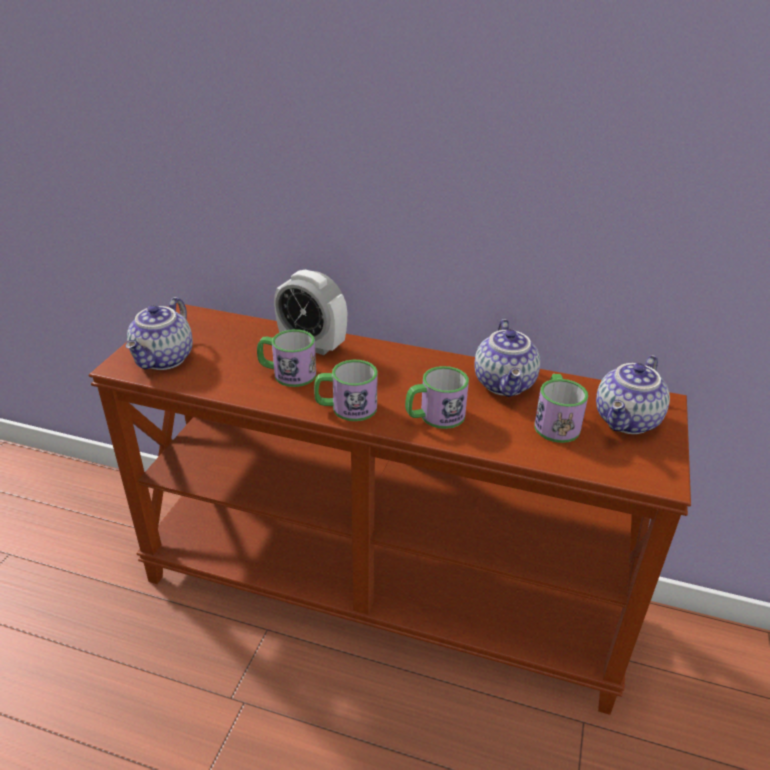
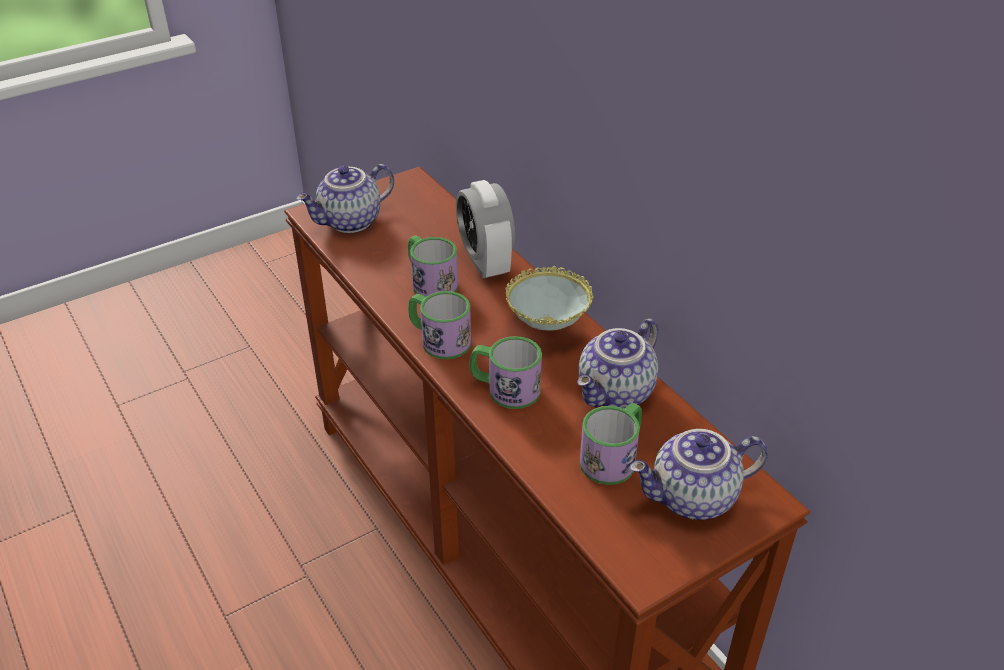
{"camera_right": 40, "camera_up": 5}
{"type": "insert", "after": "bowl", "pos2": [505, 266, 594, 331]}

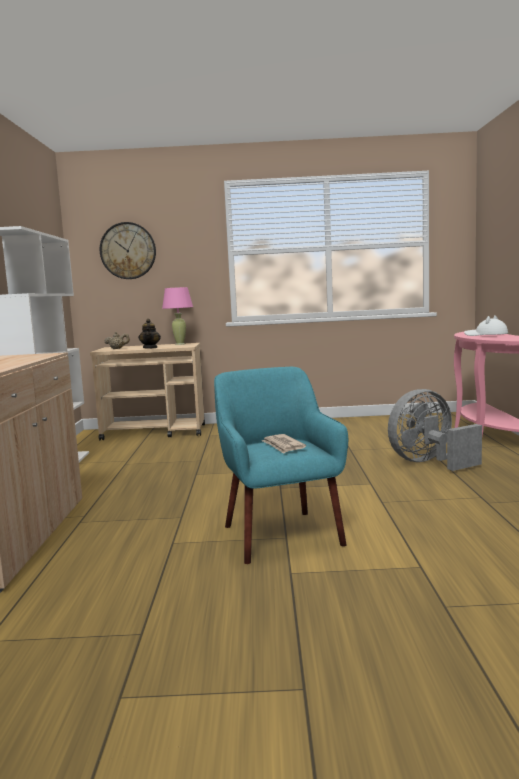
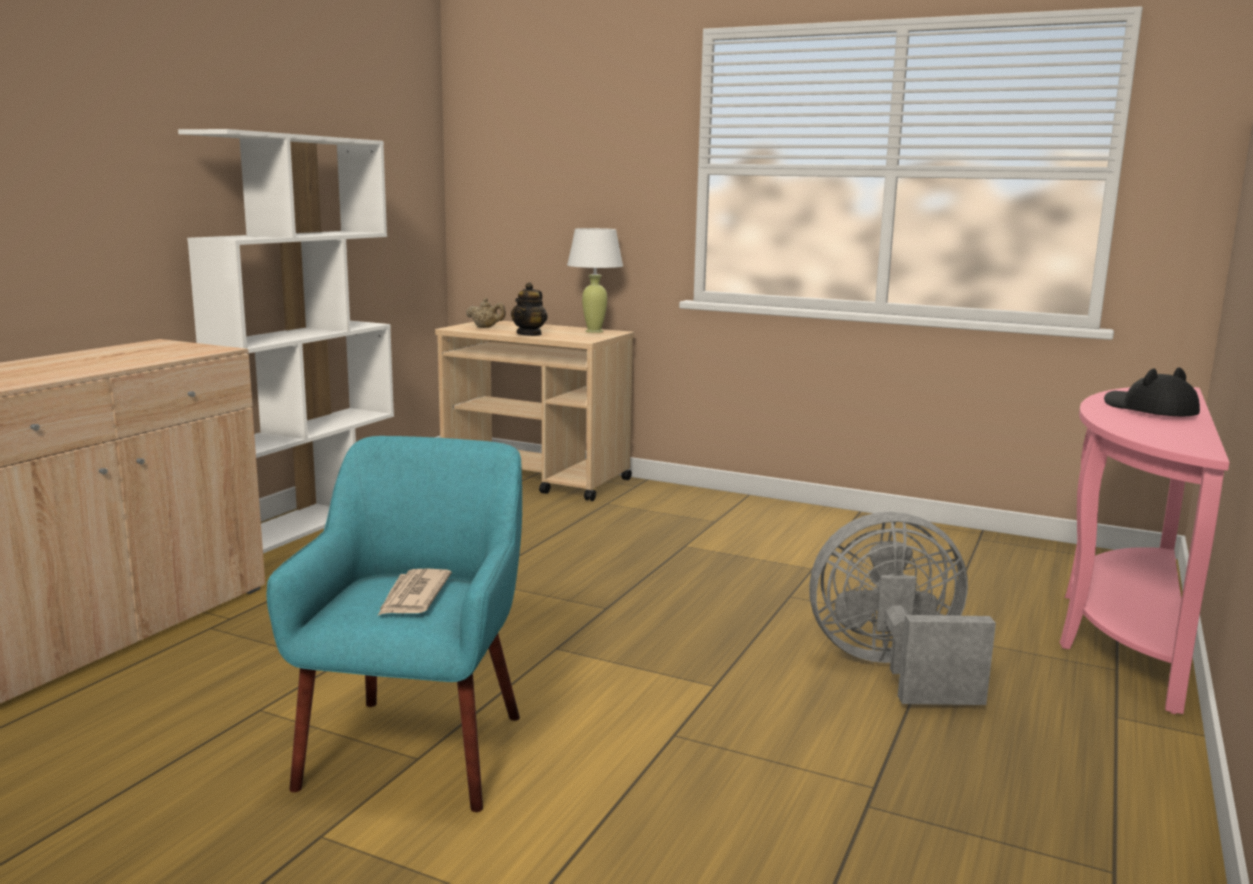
{"camera_right": 25, "camera_up": 5}
{"type": "recolor", "before": "pink table lamp", "after": "white table lamp", "pos1": [162, 287, 193, 345], "pos2": [567, 228, 623, 333]}
{"type": "recolor", "before": "white hat", "after": "black hat", "pos1": [464, 315, 508, 336], "pos2": [1104, 367, 1200, 416]}
{"type": "delete", "before": "wall clock", "pos1": [100, 222, 156, 279]}

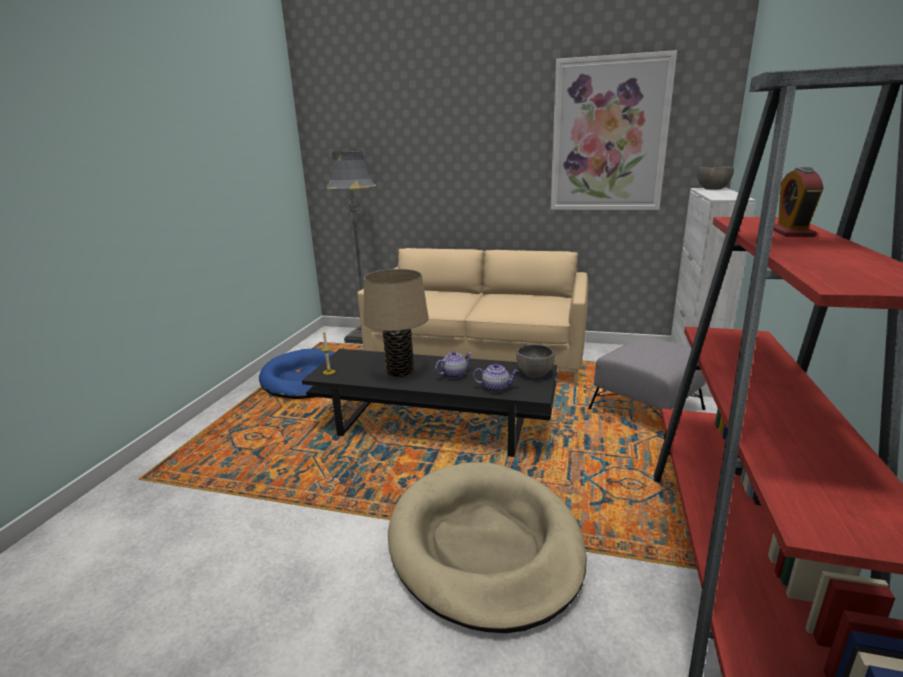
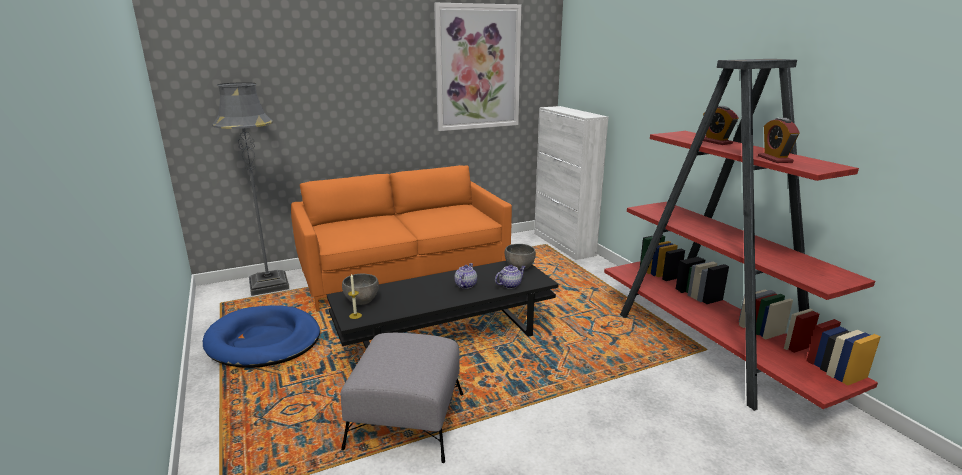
{"camera_right": -40, "camera_up": 0}
{"type": "recolor", "before": "beige sofa", "after": "orange sofa", "pos1": [357, 248, 588, 386], "pos2": [291, 165, 512, 312]}
{"type": "move", "before": "grey ottoman", "pos1": [588, 337, 706, 439], "pos2": [340, 333, 464, 463]}
{"type": "move", "before": "grey bowl", "pos1": [697, 166, 734, 190], "pos2": [342, 274, 379, 305]}
{"type": "insert", "after": "alarm clock", "pos2": [758, 118, 800, 163]}
{"type": "delete", "before": "beige table lamp", "pos1": [364, 269, 429, 377]}
{"type": "delete", "before": "beige dog bed", "pos1": [388, 462, 587, 633]}

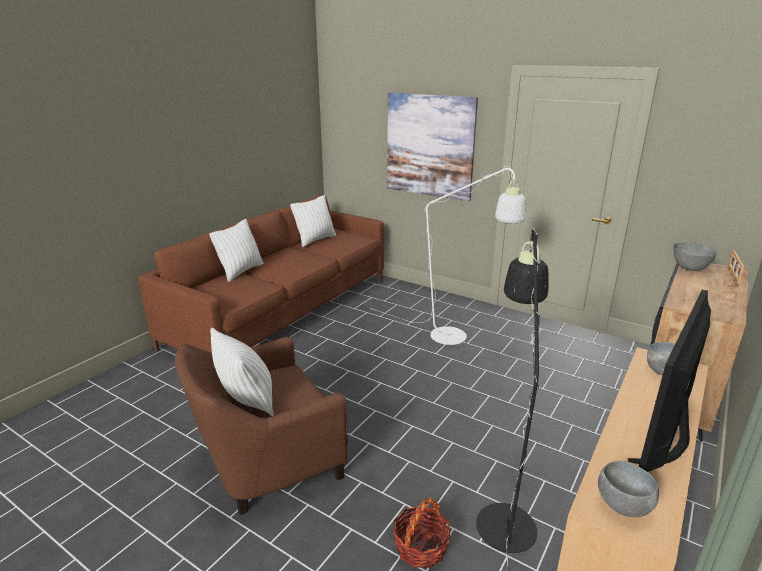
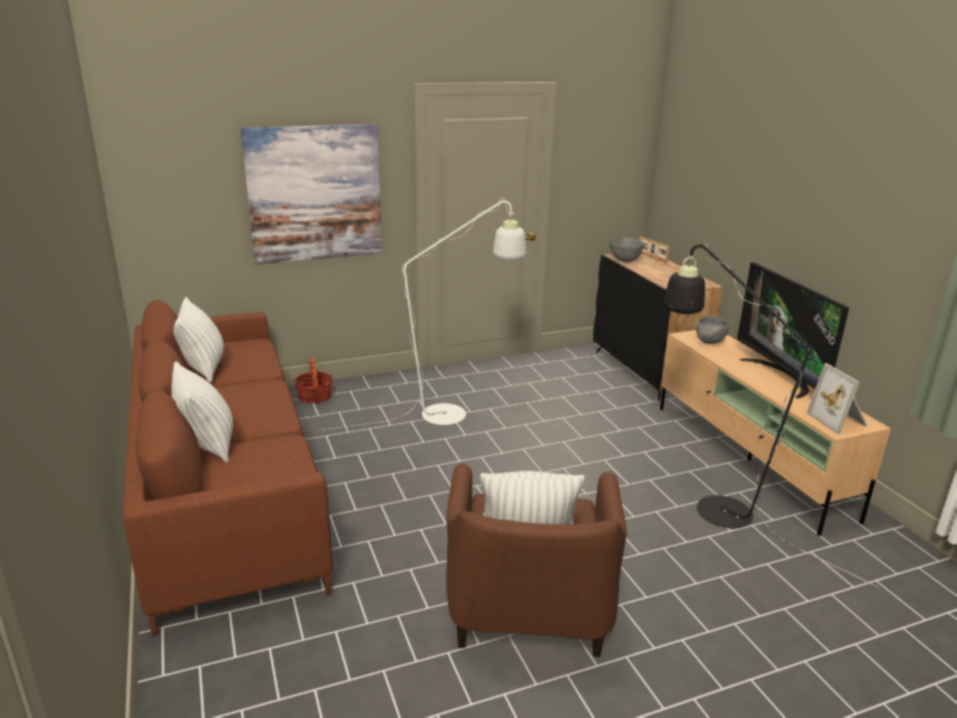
{"camera_right": -55, "camera_up": 0}
{"type": "move", "before": "basket", "pos1": [393, 497, 451, 568], "pos2": [294, 358, 333, 403]}
{"type": "replace", "before": "grey bowl", "after": "picture frame", "pos1": [598, 461, 659, 517], "pos2": [807, 363, 867, 434]}

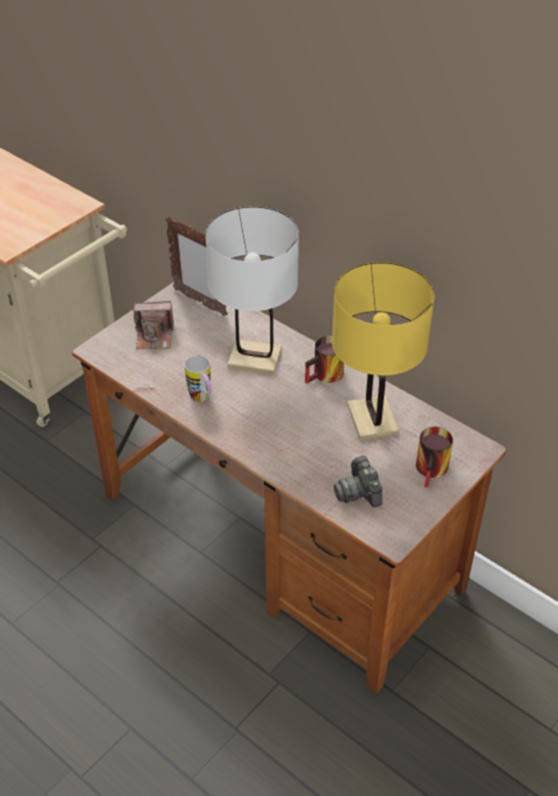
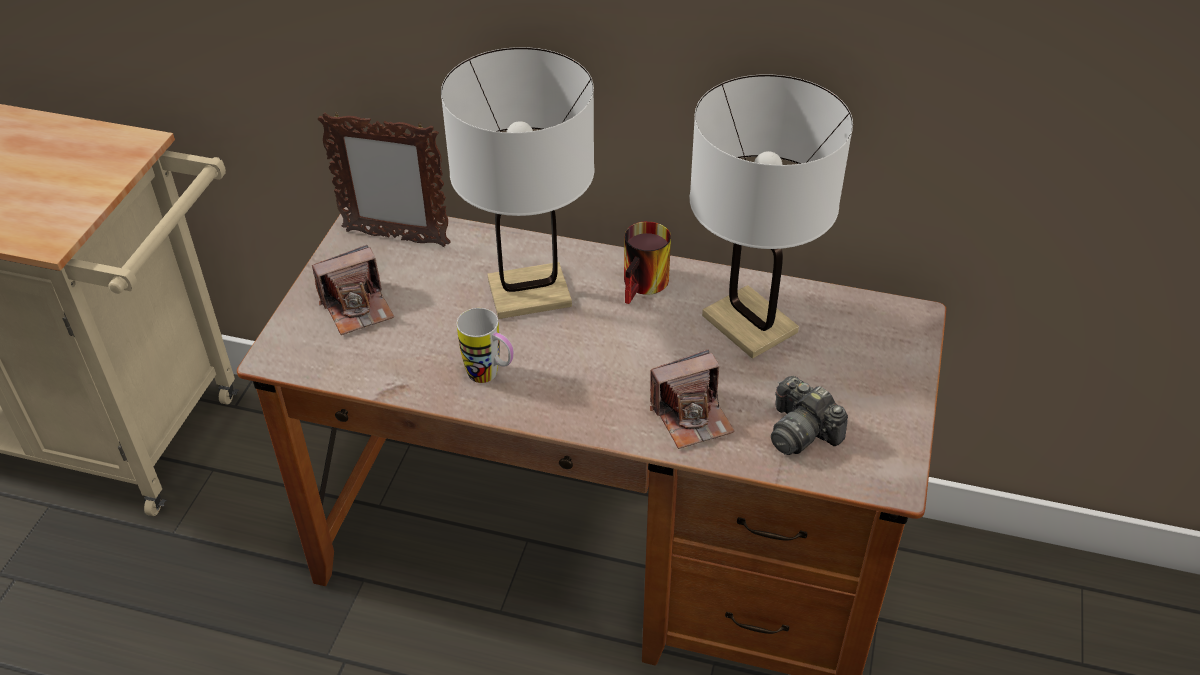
{"camera_right": -25, "camera_up": 0}
{"type": "insert", "after": "photo camera", "pos2": [650, 349, 735, 449]}
{"type": "recolor", "before": "yellow table lamp", "after": "white table lamp", "pos1": [332, 262, 435, 440], "pos2": [689, 74, 853, 359]}
{"type": "delete", "before": "mug", "pos1": [416, 427, 453, 488]}

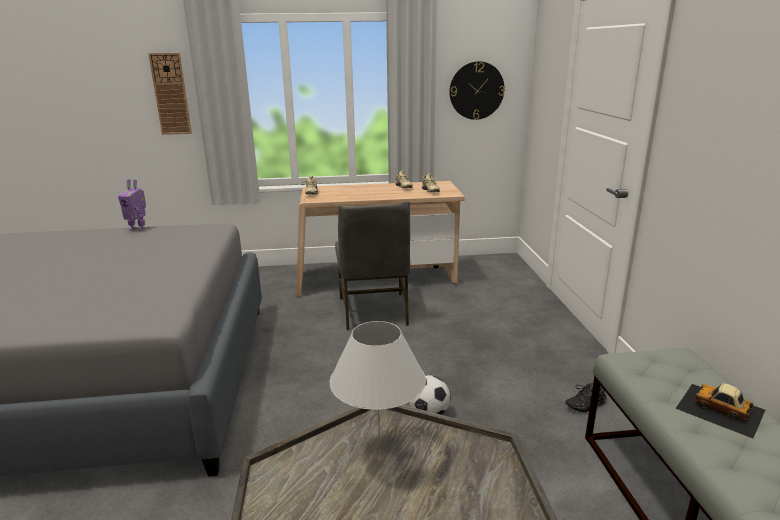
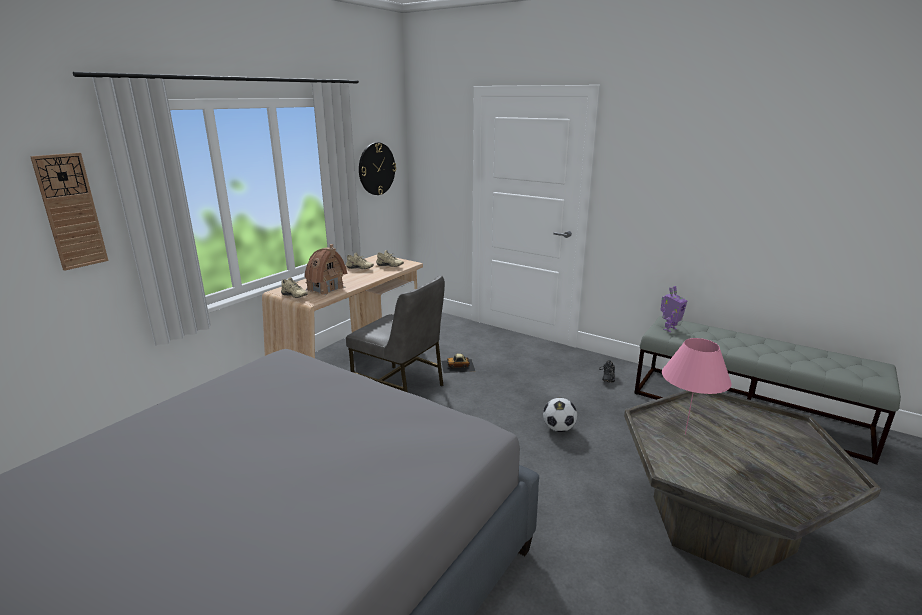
{"camera_right": -50, "camera_up": 0}
{"type": "insert", "after": "toy house", "pos2": [304, 244, 347, 295]}
{"type": "move", "before": "toy car", "pos1": [675, 383, 765, 439], "pos2": [441, 353, 475, 373]}
{"type": "move", "before": "toy robot", "pos1": [118, 179, 146, 231], "pos2": [661, 286, 687, 332]}
{"type": "recolor", "before": "white table lamp", "after": "pink table lamp", "pos1": [330, 321, 426, 460], "pos2": [662, 338, 732, 434]}

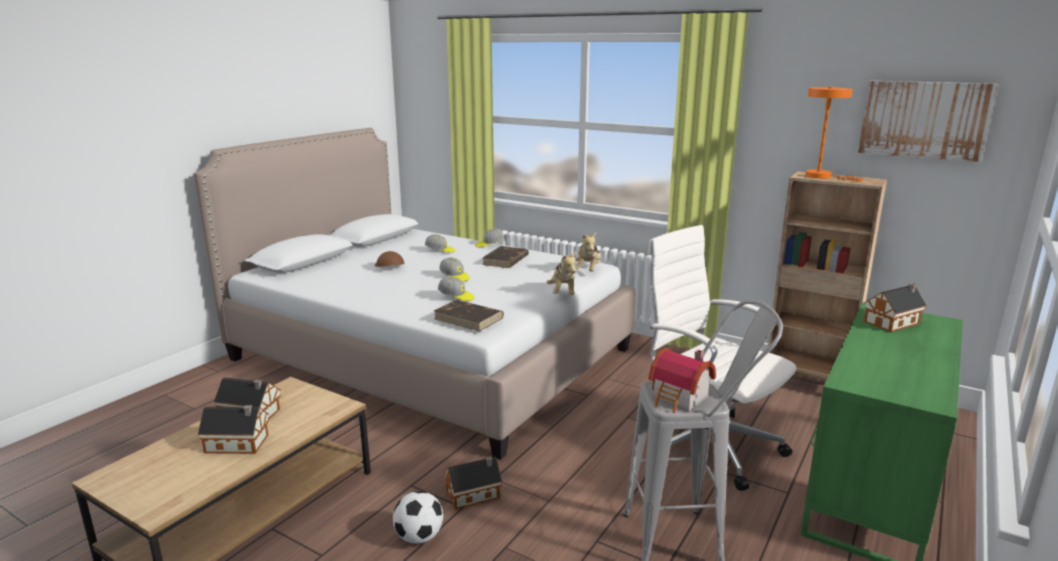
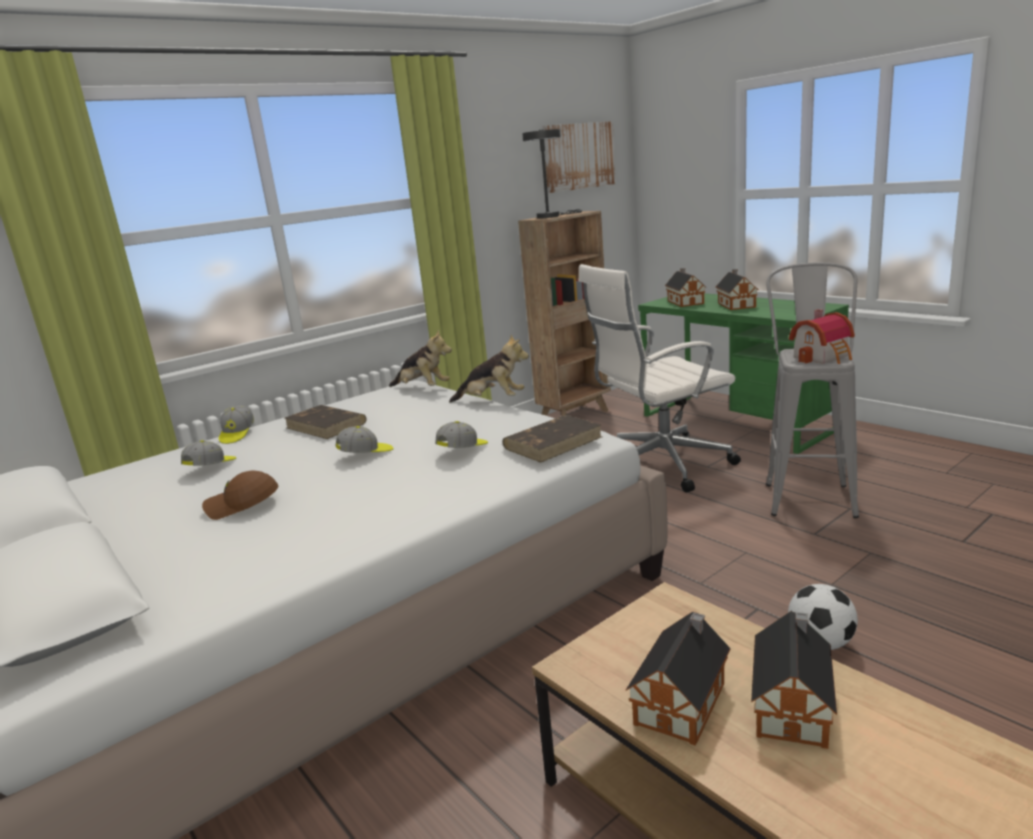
{"camera_right": -70, "camera_up": 0}
{"type": "recolor", "before": "orange table lamp", "after": "grey table lamp", "pos1": [805, 87, 864, 182], "pos2": [522, 129, 582, 219]}
{"type": "move", "before": "toy house", "pos1": [444, 456, 502, 509], "pos2": [716, 269, 758, 310]}

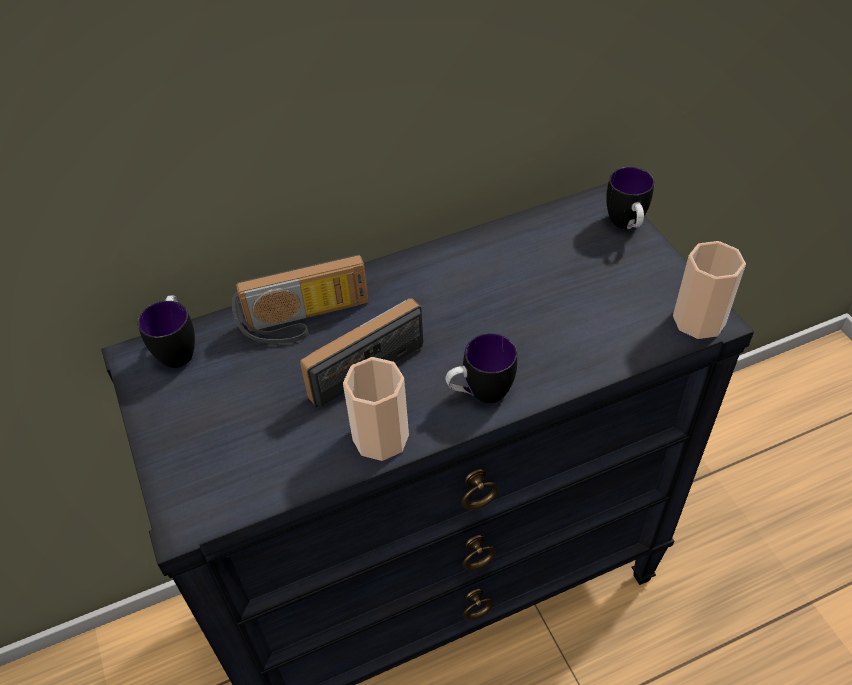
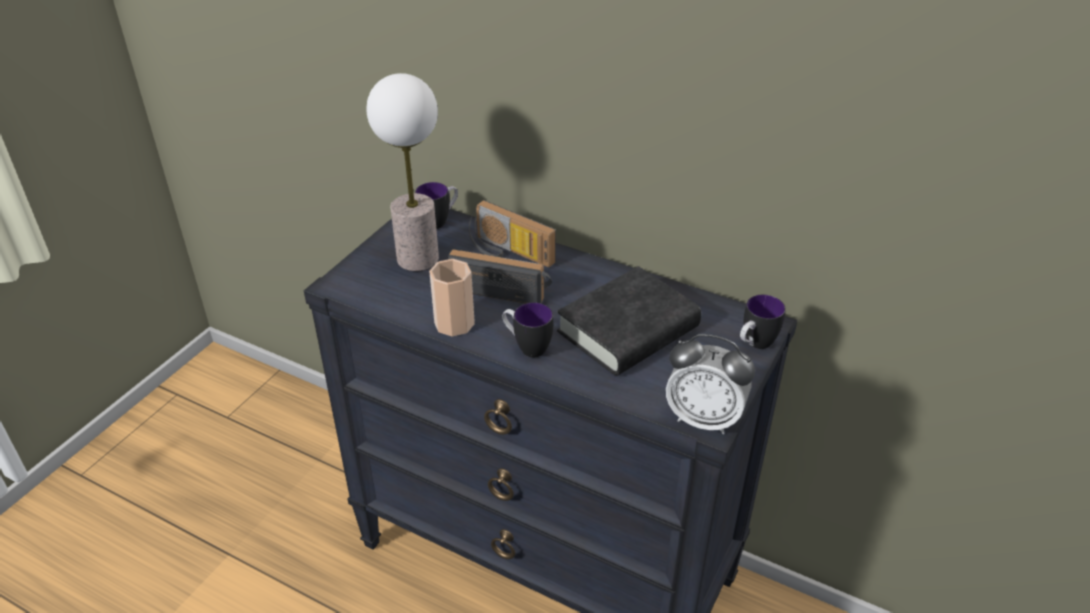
{"camera_right": 50, "camera_up": -10}
{"type": "insert", "after": "table lamp", "pos2": [367, 73, 439, 271]}
{"type": "insert", "after": "black book", "pos2": [557, 266, 701, 376]}
{"type": "replace", "before": "cup", "after": "alarm clock", "pos1": [673, 241, 746, 339], "pos2": [666, 334, 755, 434]}

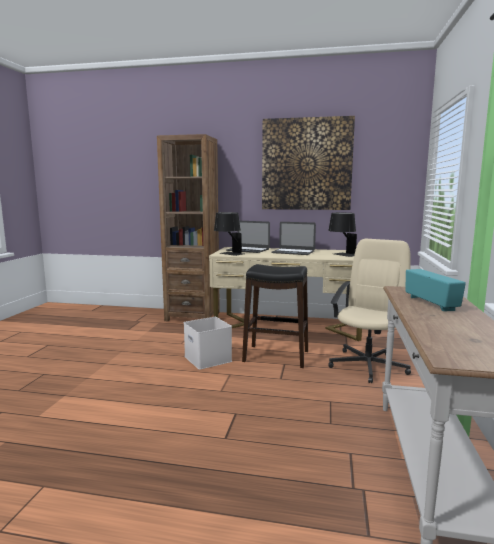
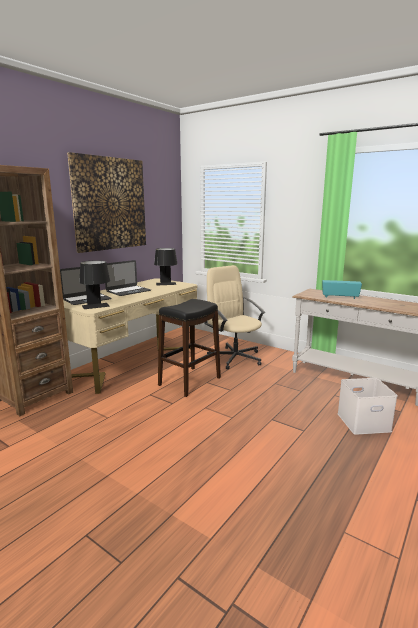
{"camera_right": -65, "camera_up": 5}
{"type": "move", "before": "white storage box", "pos1": [184, 317, 232, 370], "pos2": [338, 378, 397, 435]}

